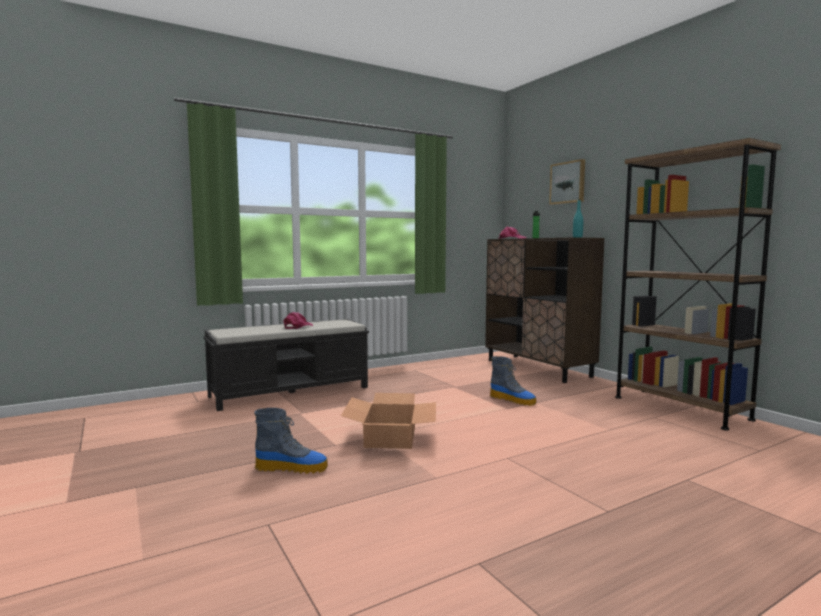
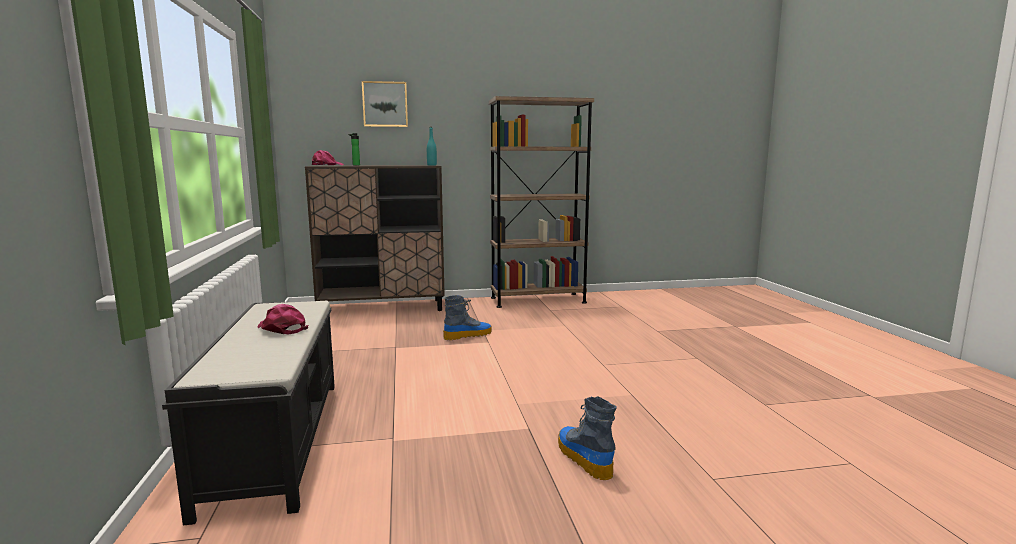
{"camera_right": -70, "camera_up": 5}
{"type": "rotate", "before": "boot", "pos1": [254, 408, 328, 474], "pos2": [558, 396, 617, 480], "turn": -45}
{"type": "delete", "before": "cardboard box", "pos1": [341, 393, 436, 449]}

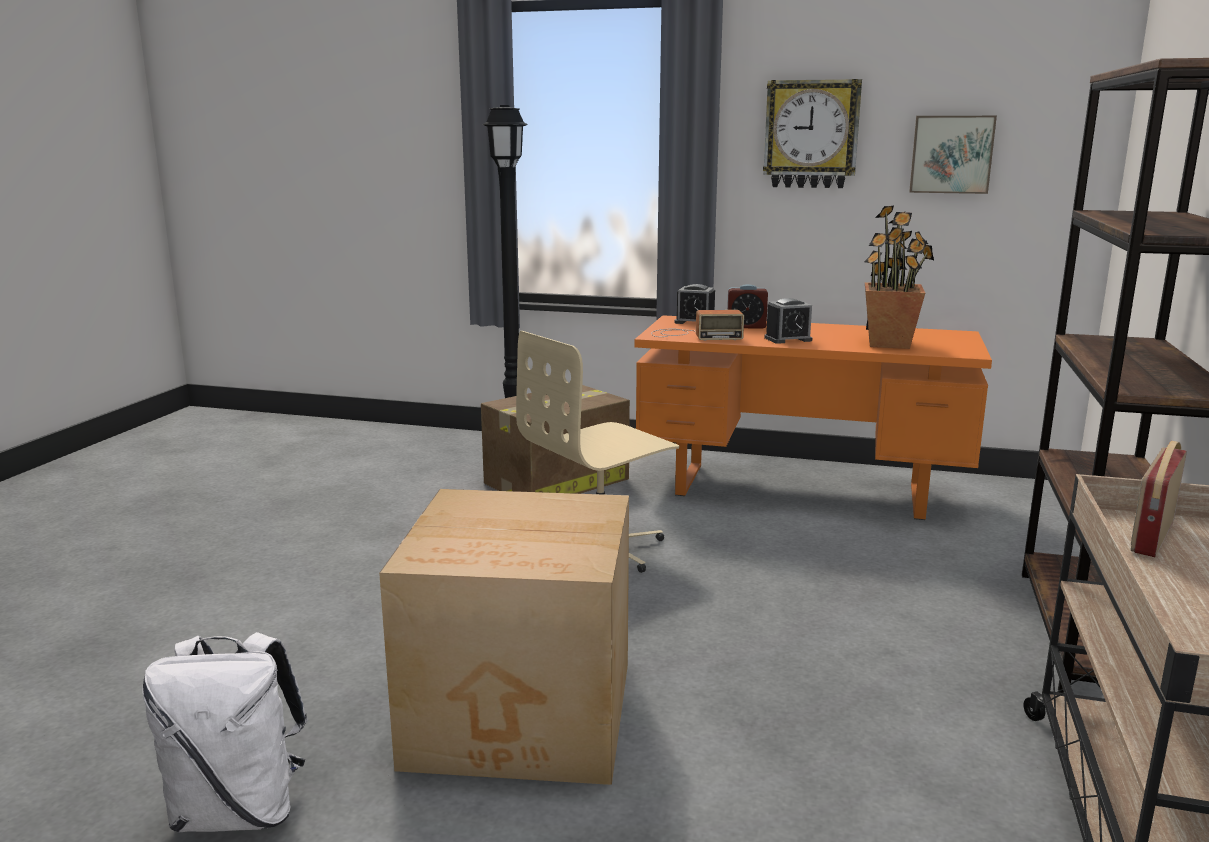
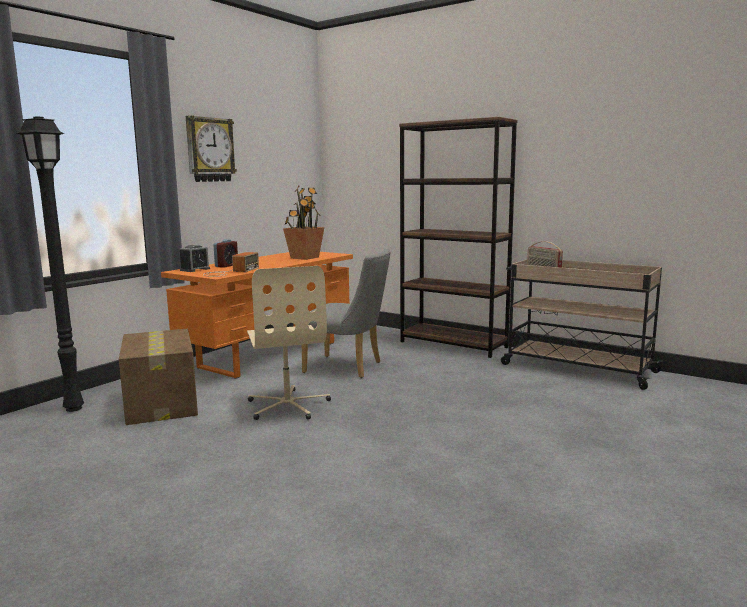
{"camera_right": -70, "camera_up": -5}
{"type": "insert", "after": "grey chair", "pos2": [302, 249, 391, 378]}
{"type": "delete", "before": "white backpack", "pos1": [142, 632, 308, 832]}
{"type": "delete", "before": "cardboard box", "pos1": [379, 489, 629, 785]}
{"type": "delete", "before": "alarm clock", "pos1": [764, 298, 813, 344]}
{"type": "delete", "before": "picture", "pos1": [909, 116, 997, 194]}

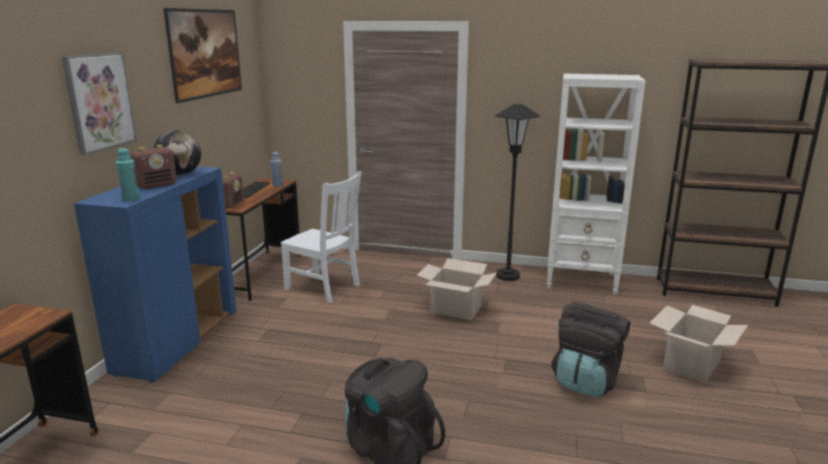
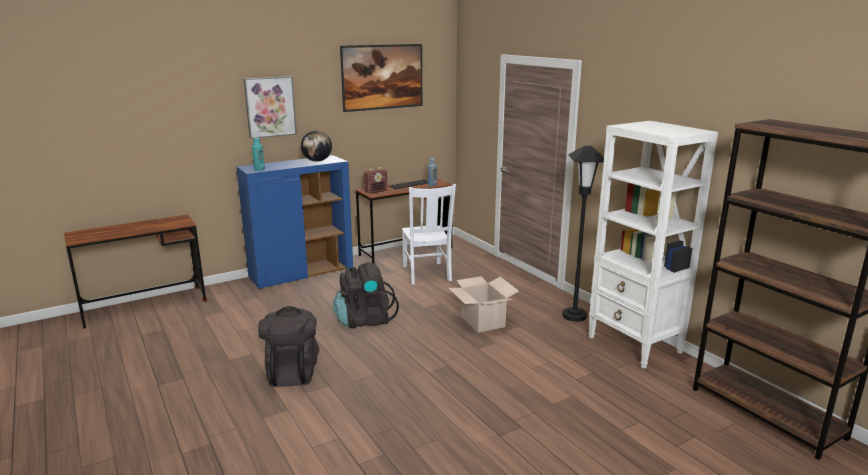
{"camera_right": 45, "camera_up": 0}
{"type": "move", "before": "black backpack", "pos1": [551, 302, 630, 397], "pos2": [333, 262, 399, 329]}
{"type": "delete", "before": "radio", "pos1": [130, 145, 177, 189]}
{"type": "delete", "before": "cardboard box", "pos1": [650, 305, 748, 383]}

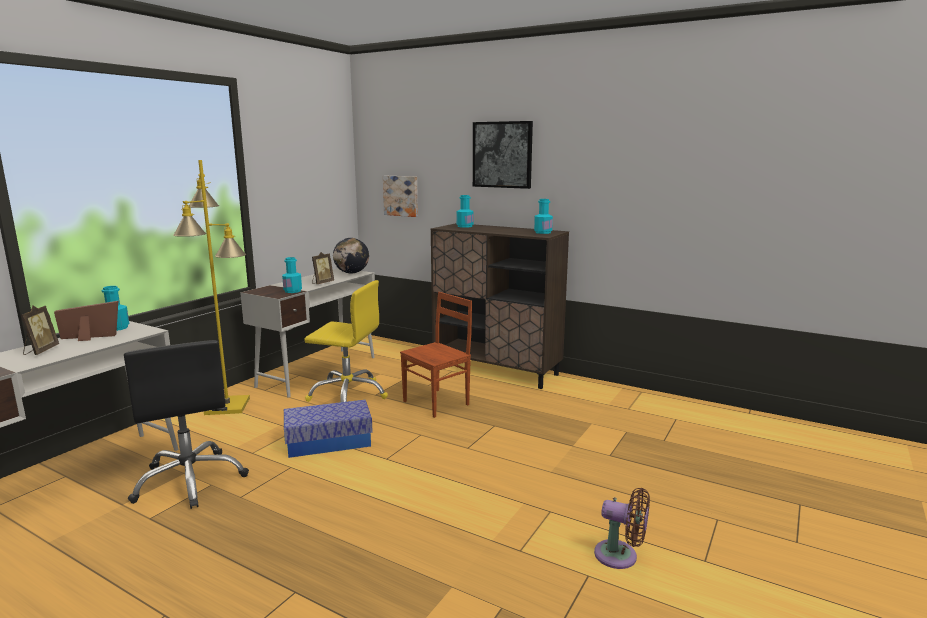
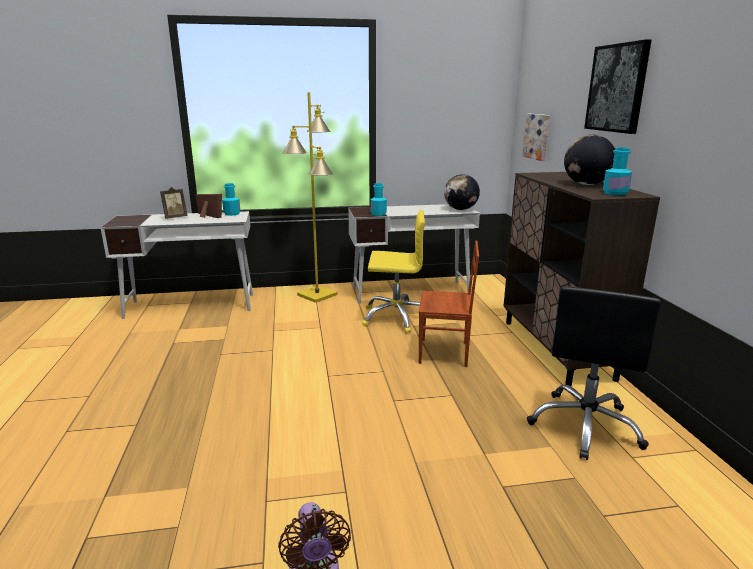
{"camera_right": 50, "camera_up": 5}
{"type": "rotate", "before": "yellow office chair", "pos1": [304, 280, 388, 402], "pos2": [362, 210, 425, 333], "turn": -60}
{"type": "move", "before": "black office chair", "pos1": [124, 340, 249, 509], "pos2": [527, 286, 661, 460]}
{"type": "insert", "after": "globe", "pos2": [564, 135, 615, 185]}
{"type": "delete", "before": "storage box", "pos1": [284, 400, 373, 458]}
{"type": "delete", "before": "picture frame", "pos1": [312, 252, 334, 284]}
{"type": "delete", "before": "turquoise bottle", "pos1": [456, 195, 474, 228]}

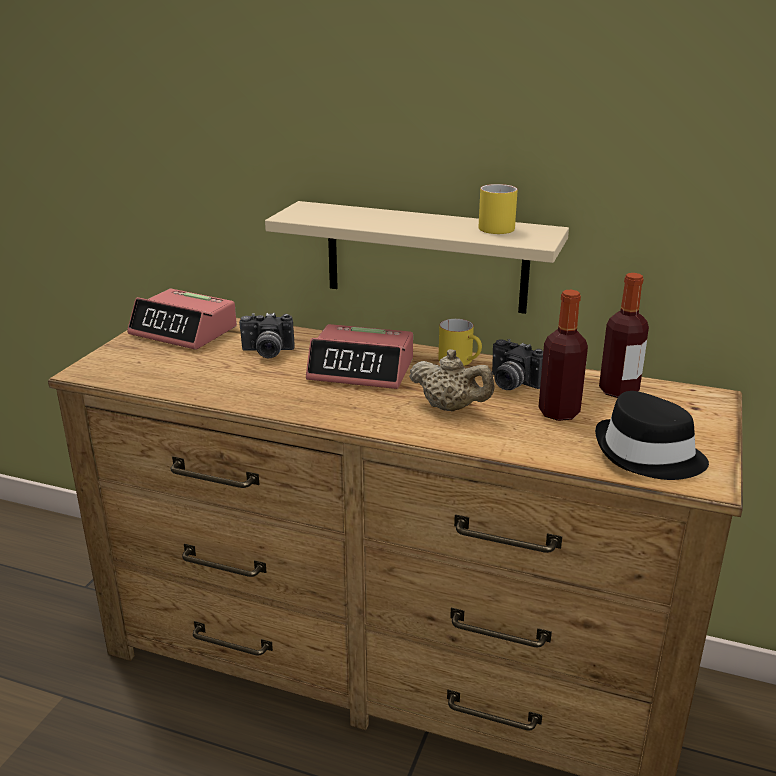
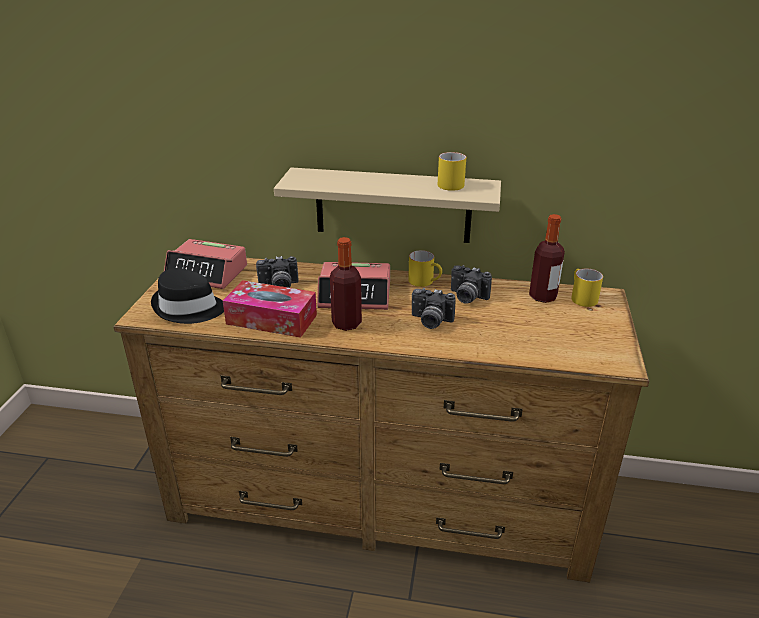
{"camera_right": -10, "camera_up": 5}
{"type": "move", "before": "black hat", "pos1": [595, 391, 709, 480], "pos2": [151, 268, 224, 324]}
{"type": "insert", "after": "tissue box", "pos2": [223, 280, 317, 338]}
{"type": "move", "before": "bottle", "pos1": [538, 290, 588, 421], "pos2": [330, 237, 362, 331]}
{"type": "replace", "before": "beige teapot", "after": "photo camera", "pos1": [409, 349, 494, 411], "pos2": [412, 288, 456, 329]}
{"type": "insert", "after": "yellow mug", "pos2": [571, 268, 603, 307]}

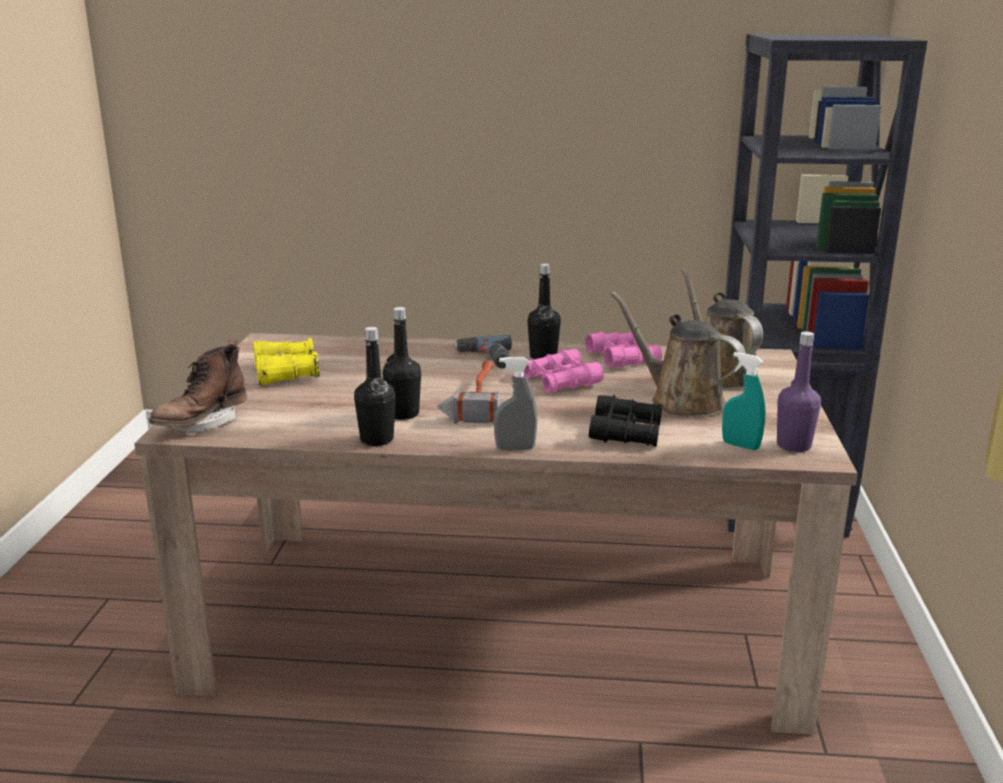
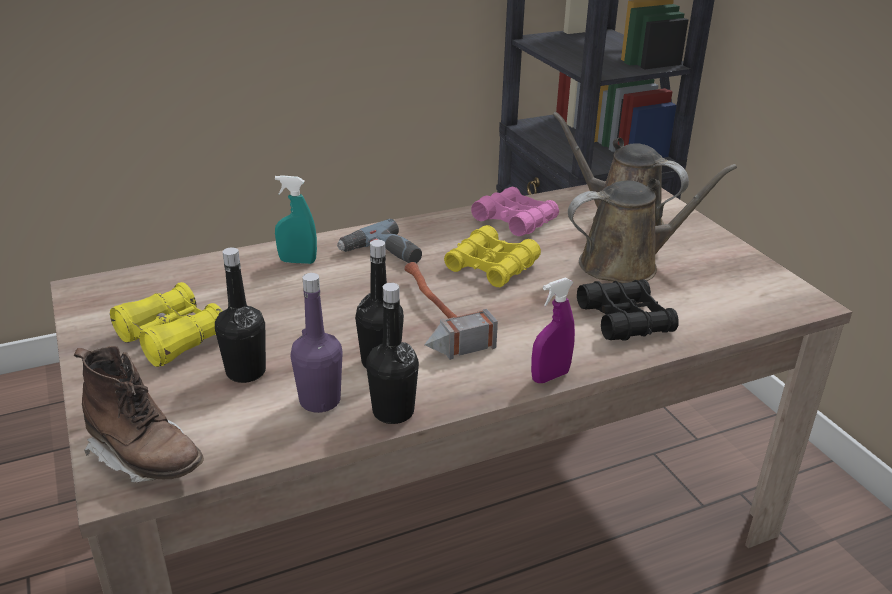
{"camera_right": -30, "camera_up": 10}
{"type": "rotate", "before": "brown boot", "pos1": [149, 340, 247, 433], "pos2": [74, 346, 204, 483], "turn": -60}
{"type": "move", "before": "black bottle", "pos1": [527, 263, 561, 359], "pos2": [215, 247, 266, 383]}
{"type": "move", "before": "turquoise spray bottle", "pos1": [722, 352, 765, 450], "pos2": [275, 175, 317, 264]}
{"type": "move", "before": "purple bottle", "pos1": [777, 331, 821, 452], "pos2": [290, 273, 343, 413]}
{"type": "recolor", "before": "pink binoculars", "after": "yellow binoculars", "pos1": [524, 349, 604, 393], "pos2": [444, 225, 541, 287]}
{"type": "recolor", "before": "grey spray bottle", "after": "purple spray bottle", "pos1": [494, 357, 538, 450], "pos2": [531, 278, 575, 383]}
{"type": "rotate", "before": "brown watering can", "pos1": [611, 292, 745, 417], "pos2": [568, 164, 737, 283], "turn": 150}

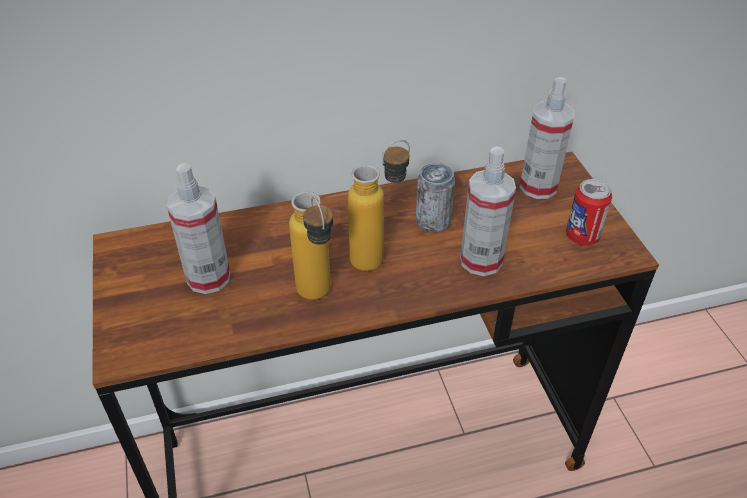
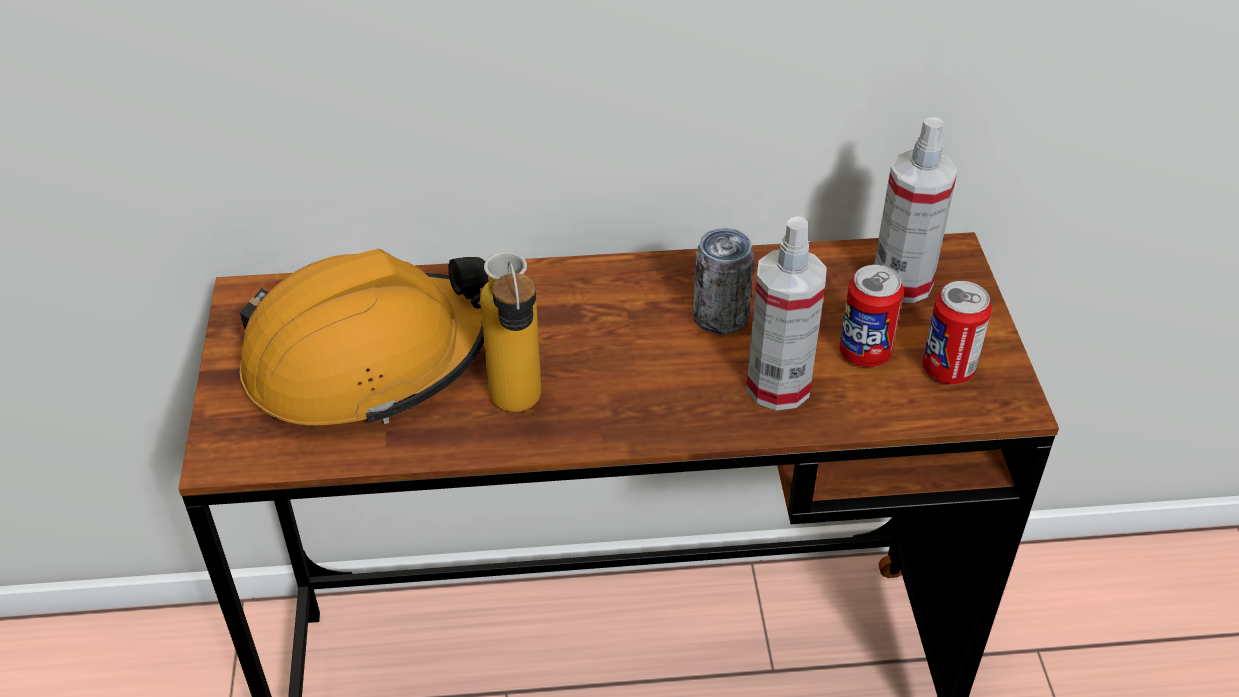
{"camera_right": 10, "camera_up": 0}
{"type": "replace", "before": "spray bottle", "after": "orange hard hat", "pos1": [167, 163, 230, 294], "pos2": [240, 249, 489, 425]}
{"type": "insert", "after": "can", "pos2": [839, 265, 904, 367]}
{"type": "delete", "before": "bottle", "pos1": [348, 140, 410, 271]}

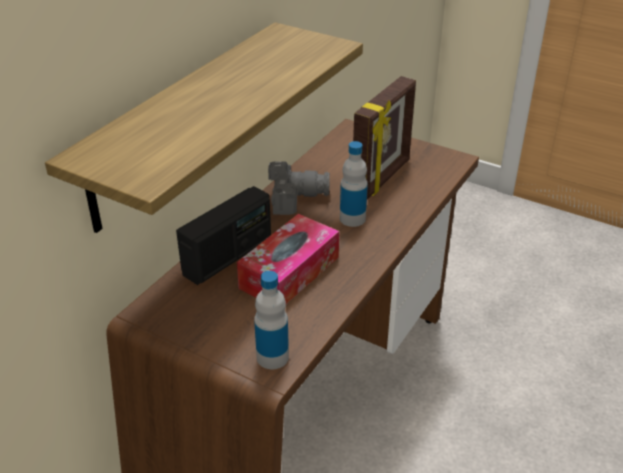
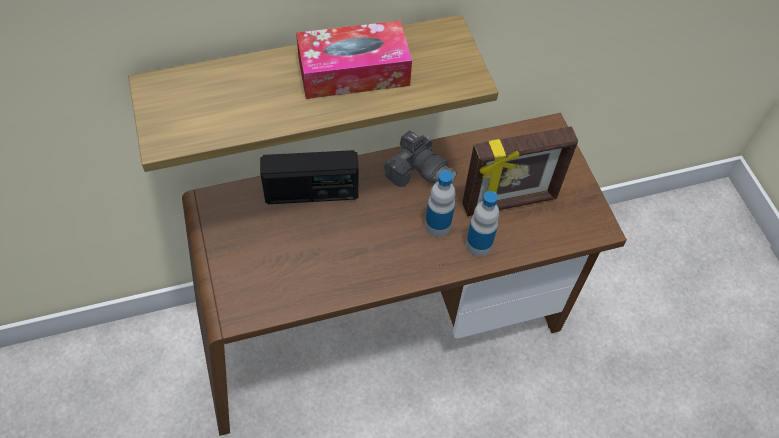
{"camera_right": 40, "camera_up": 20}
{"type": "move", "before": "tissue box", "pos1": [237, 214, 339, 304], "pos2": [296, 21, 412, 99]}
{"type": "move", "before": "bottle", "pos1": [254, 271, 289, 369], "pos2": [466, 191, 499, 257]}

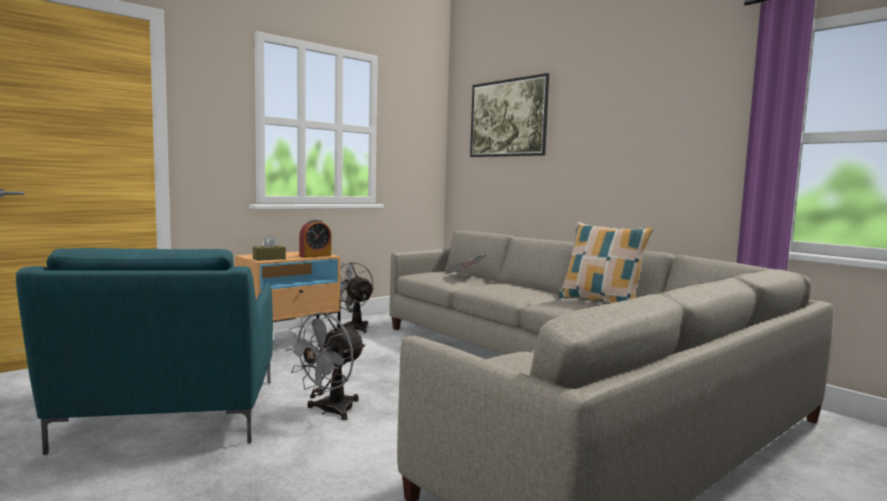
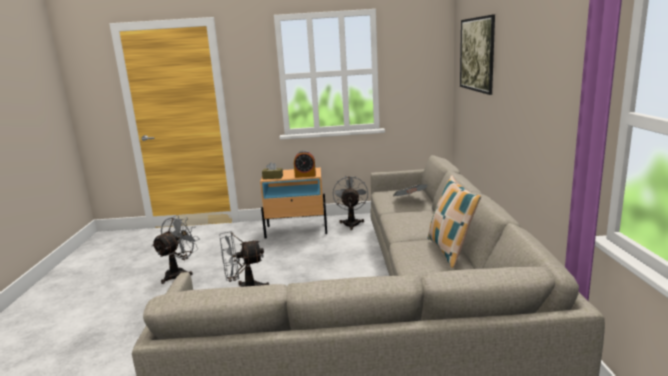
{"camera_right": 40, "camera_up": 10}
{"type": "replace", "before": "turquoise armchair", "after": "grey fan", "pos1": [16, 248, 273, 455], "pos2": [152, 215, 200, 284]}

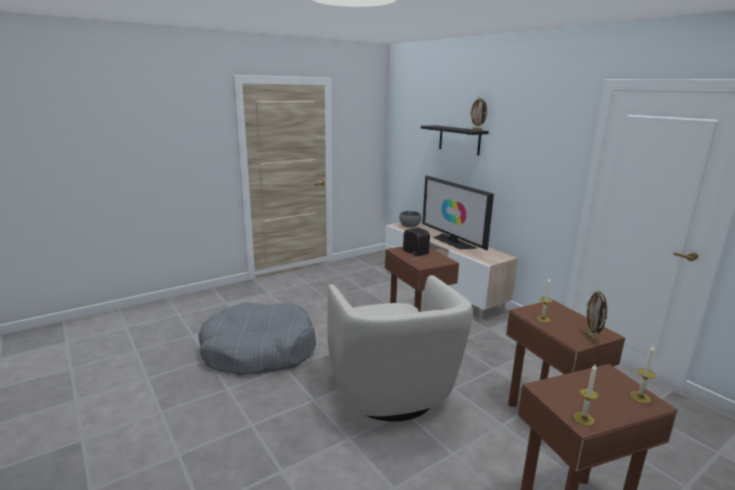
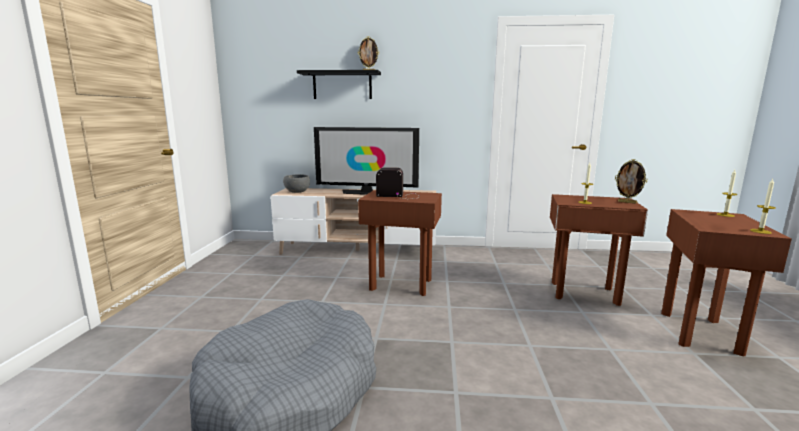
{"camera_right": -50, "camera_up": -5}
{"type": "delete", "before": "beige armchair", "pos1": [327, 275, 473, 422]}

